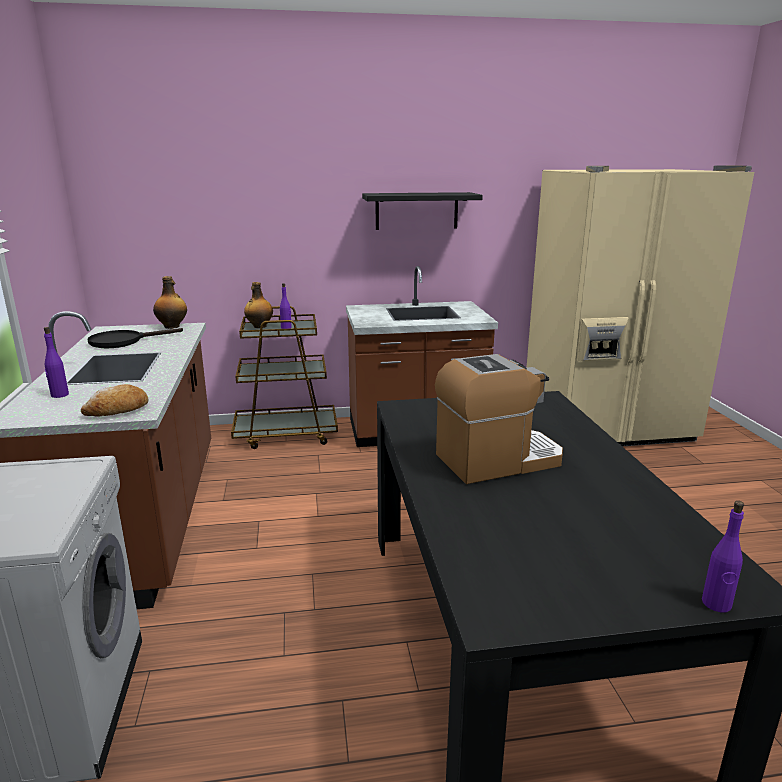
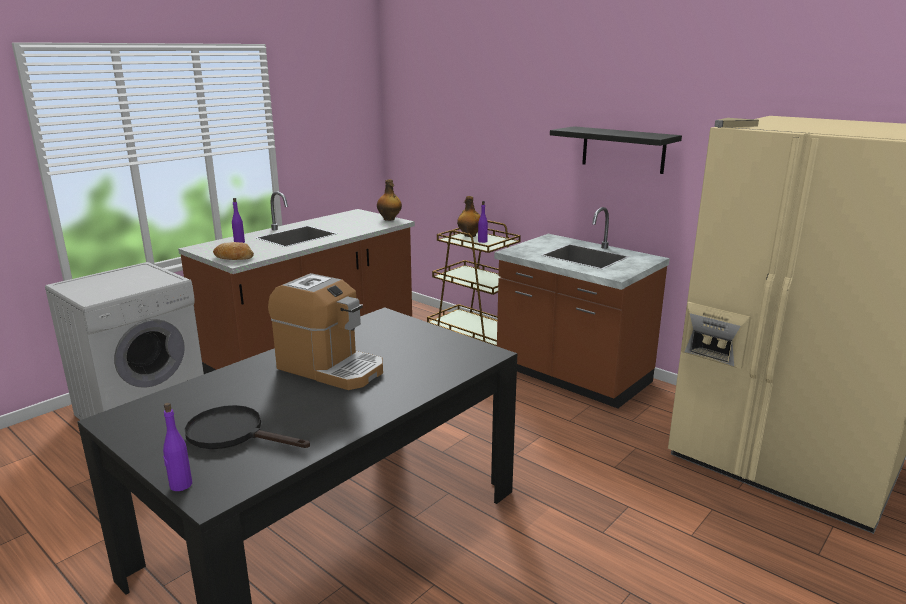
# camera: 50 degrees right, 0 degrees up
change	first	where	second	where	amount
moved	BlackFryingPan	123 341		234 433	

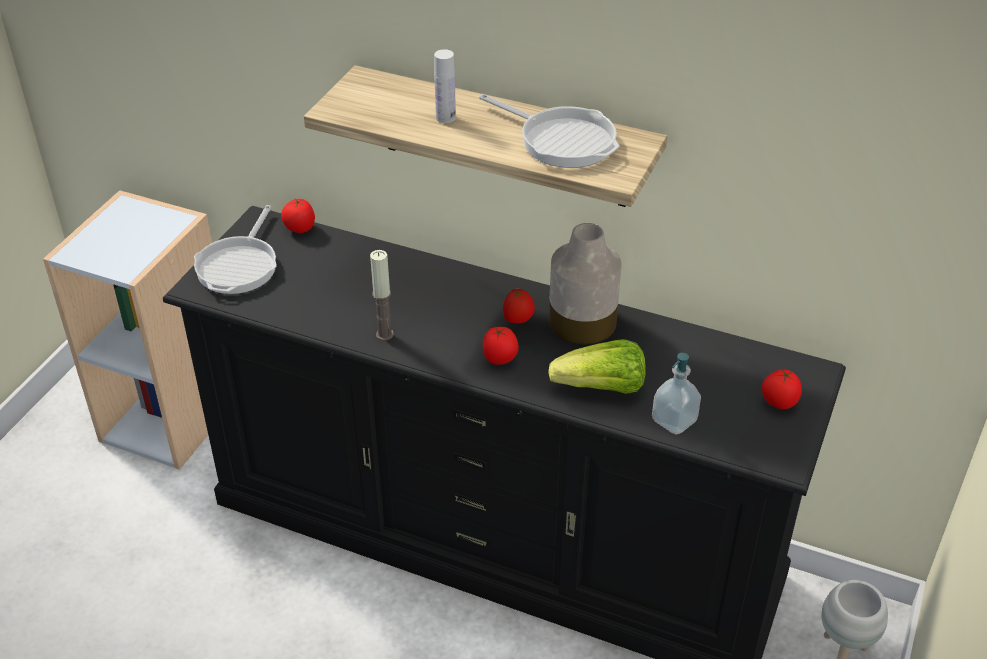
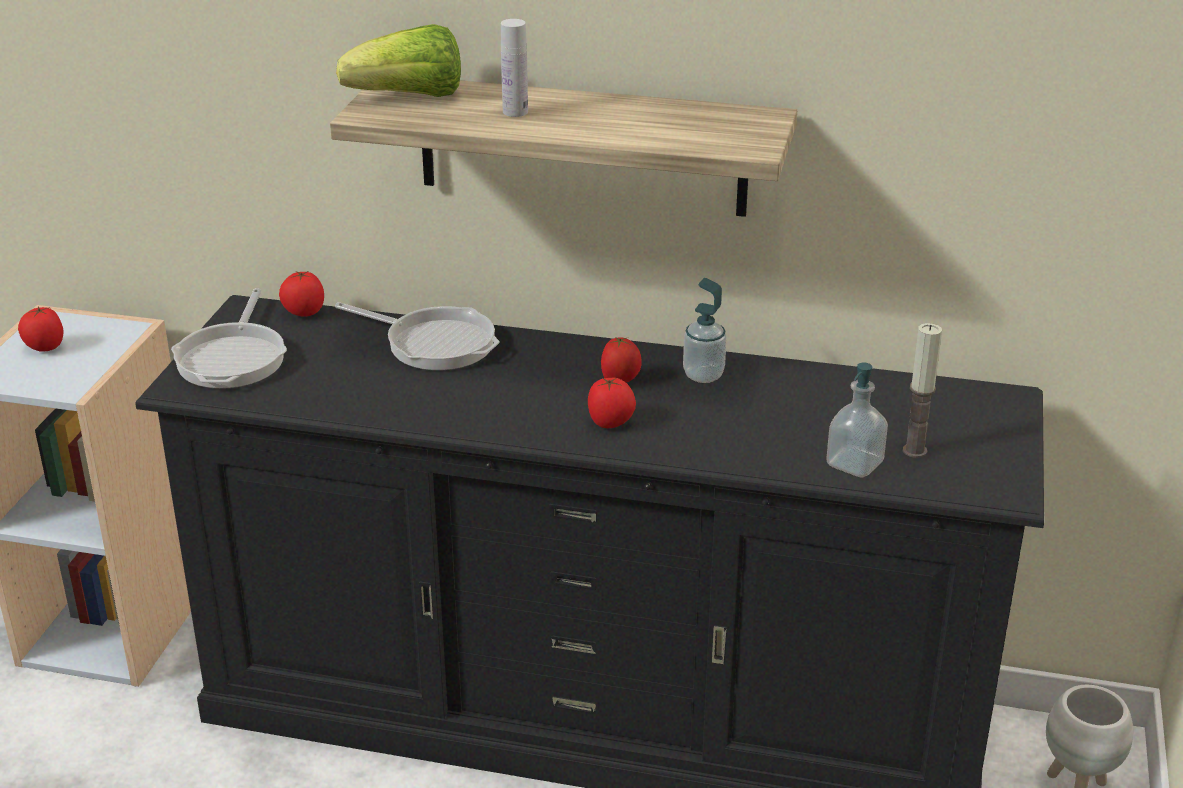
# camera: 10 degrees left, 10 degrees down
change	first	where	second	where	amount
moved	Candle	384 334		914 451	
moved	FryingPan	562 140		434 343	
moved	Lettuce	602 388		409 97	
moved	Tomato	778 403		45 348	
replaced	BeigeVase	582 322	SoapDispenser	703 375	

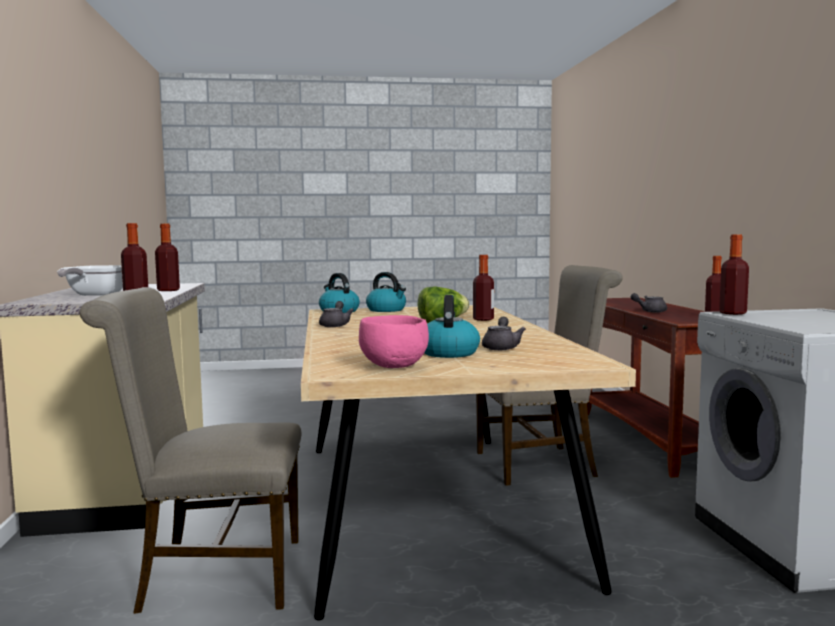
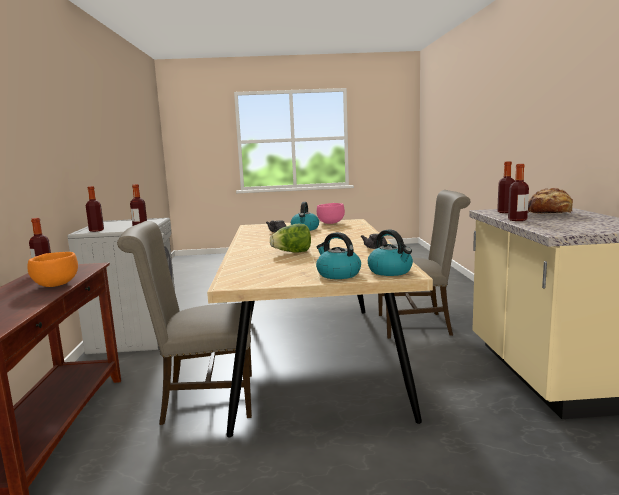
# camera: 175 degrees left, 5 degrees up
change	first	where	second	where	amount
moved	Bottle	483 319		96 230	
replaced	FryingPan	94 295	Bread	549 213	
replaced	GreyTeapot	650 311	OrangeBowl	56 285	

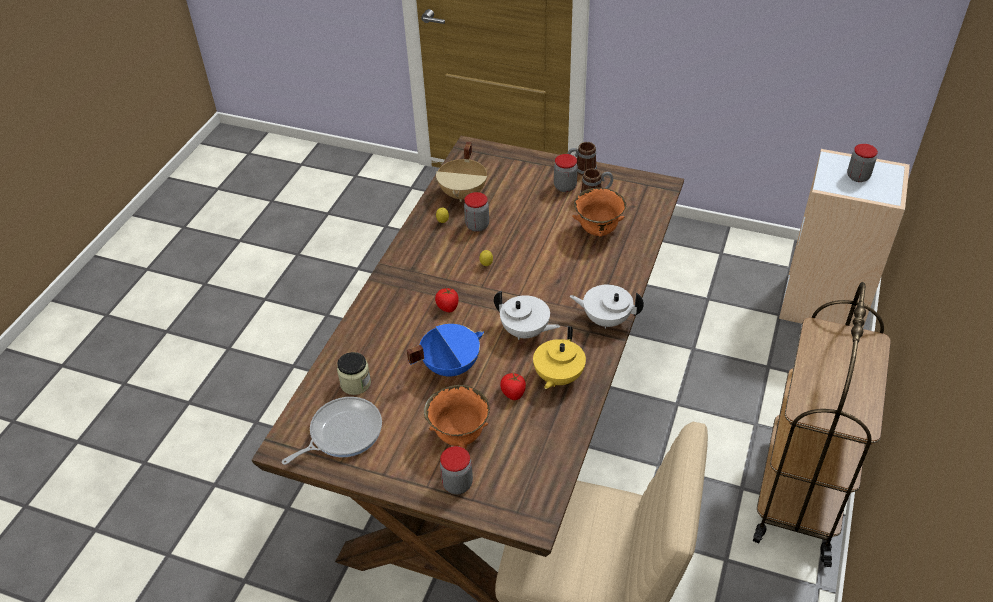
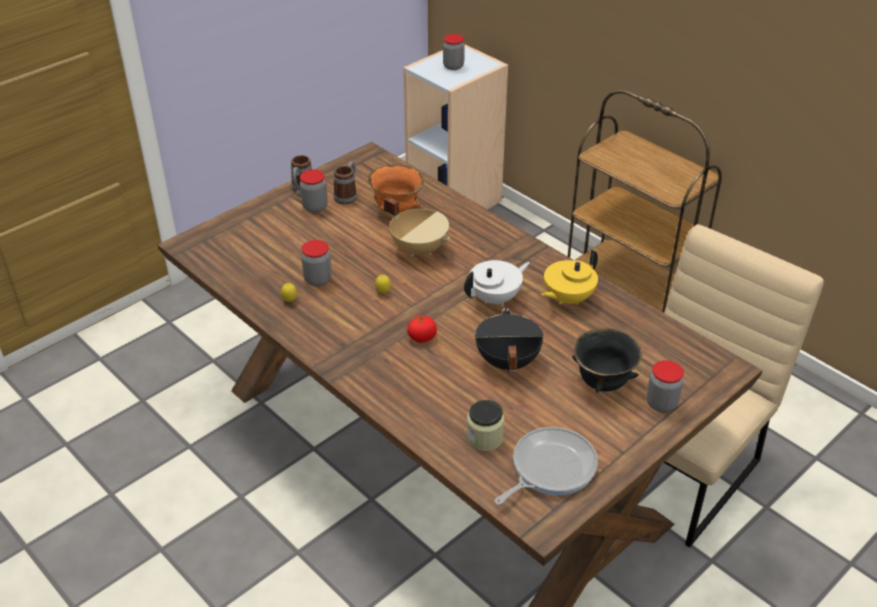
# camera: 65 degrees left, 5 degrees down
change	first	where	second	where	amount
removed	Tomato	513 393			
removed	WhiteTeapot	606 319			
moved	BeigeCookingPot	464 194		419 248	
recoloured	BlueCookingPot	450 365	BlackCookingPot	506 361	
recoloured	OrangeBowl	459 435	BlackBowl	602 383	
turned	FryingPan	342 433		549 468	60 degrees clockwise
turned	YellowTeapot	558 377		567 298	90 degrees clockwise

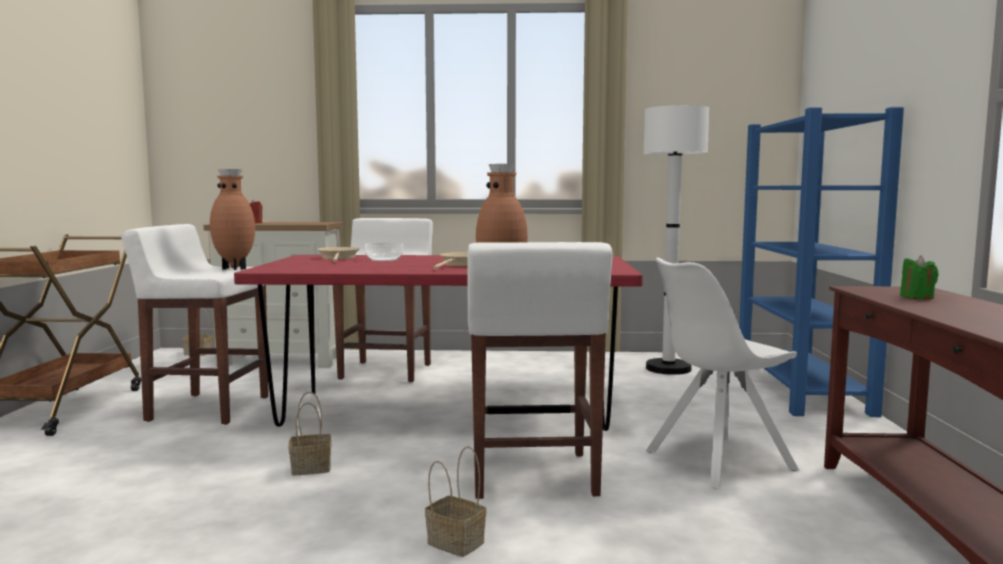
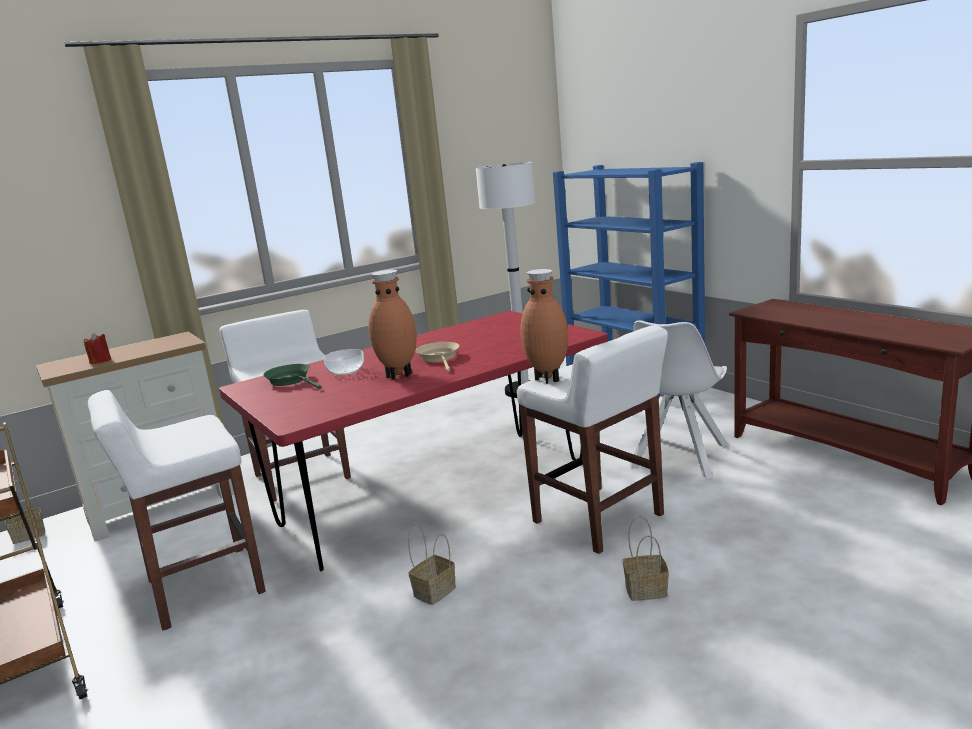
# camera: 35 degrees left, 10 degrees up
change	first	where	second	where	amount
removed	GreenCandle	917 297			
moved	BrownVase	235 268		398 375	
recoloured	BeigeFryingPan	339 258	GreenFryingPan	291 381	

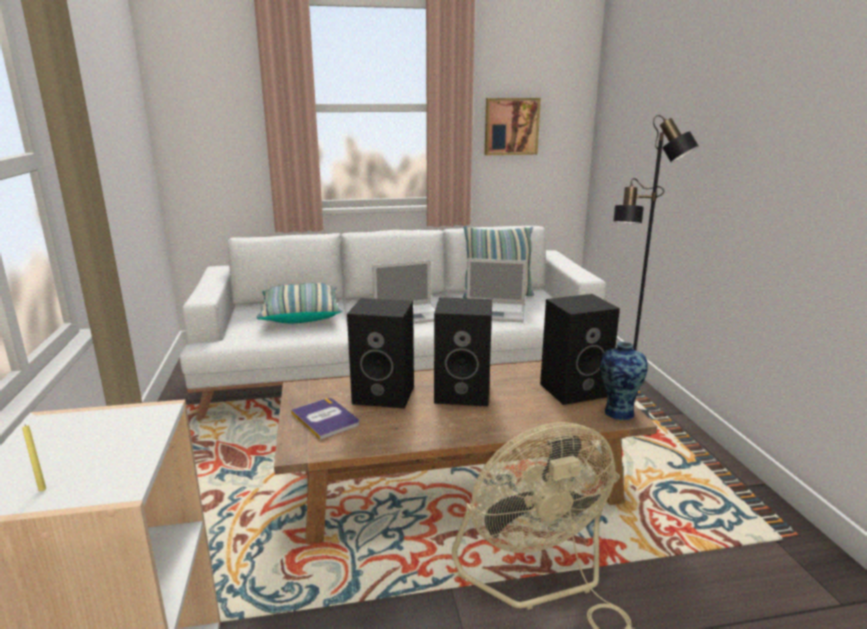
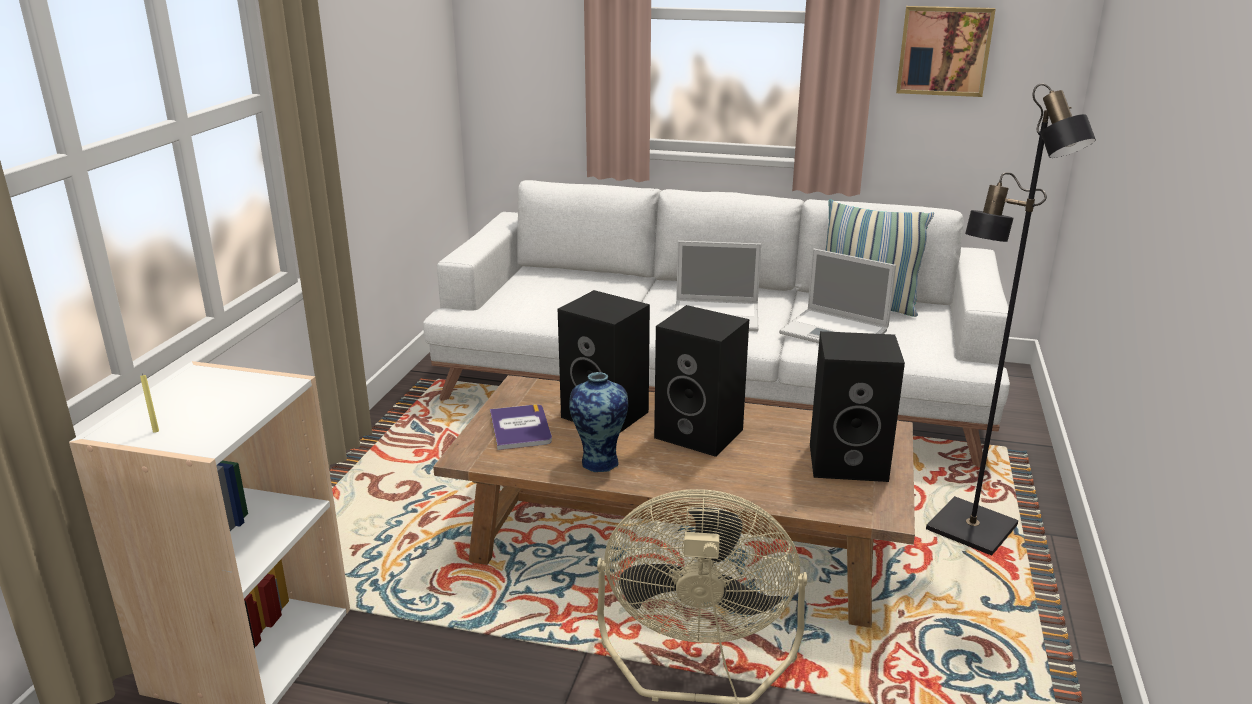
# camera: 25 degrees right, 5 degrees up
change	first	where	second	where	amount
removed	Pillow	300 316			
moved	Vase	617 412		599 461	

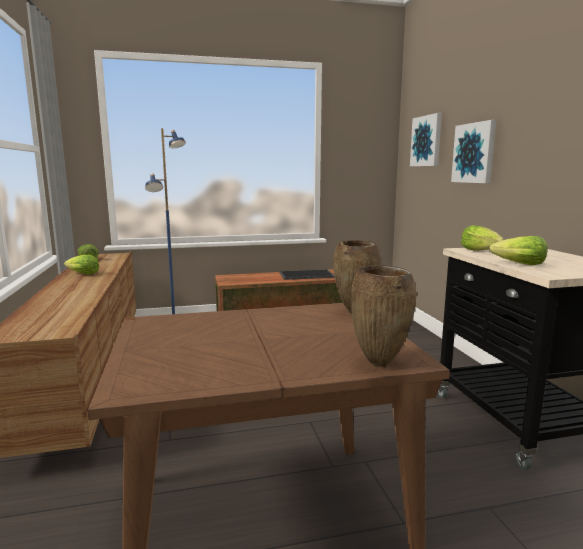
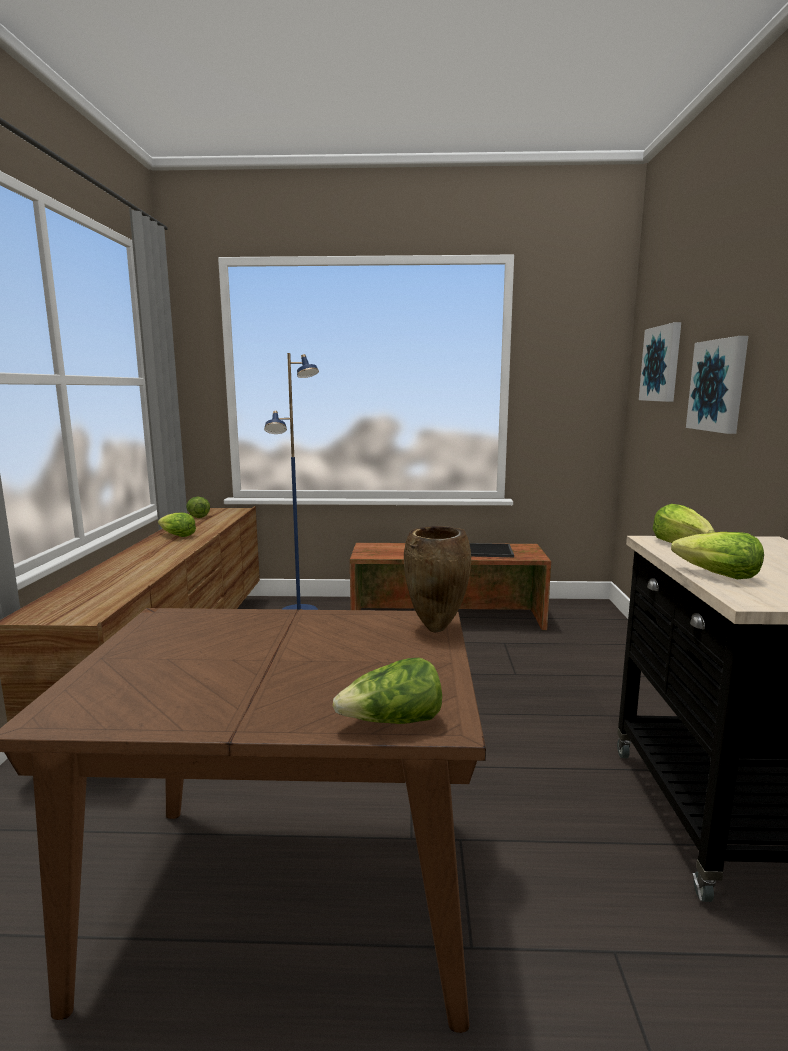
# camera: 15 degrees right, 0 degrees up
change	first	where	second	where	amount
replaced	BrownVase	380 364	Lettuce	393 722	

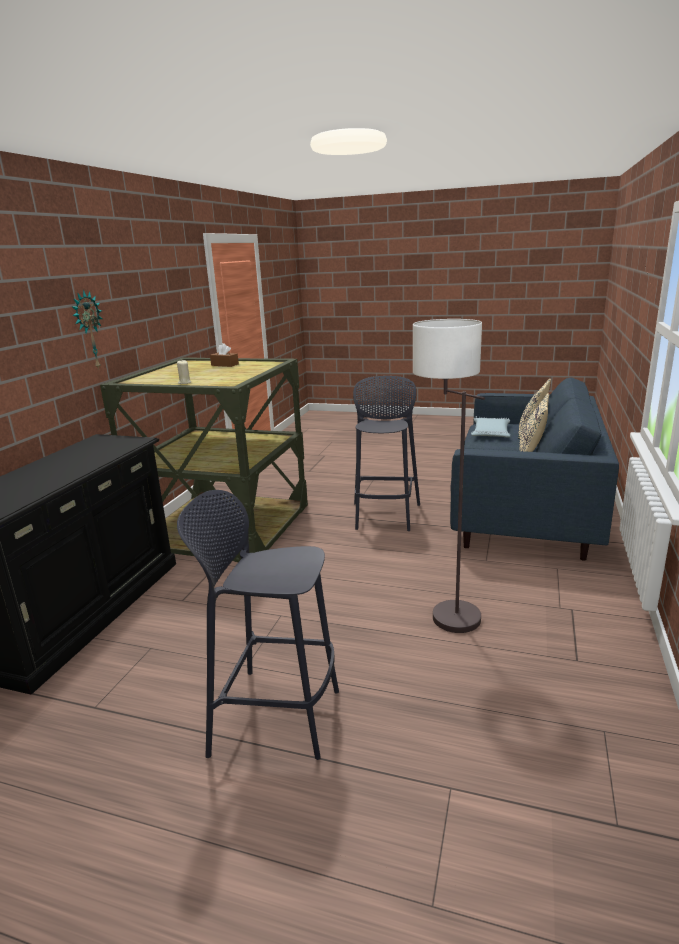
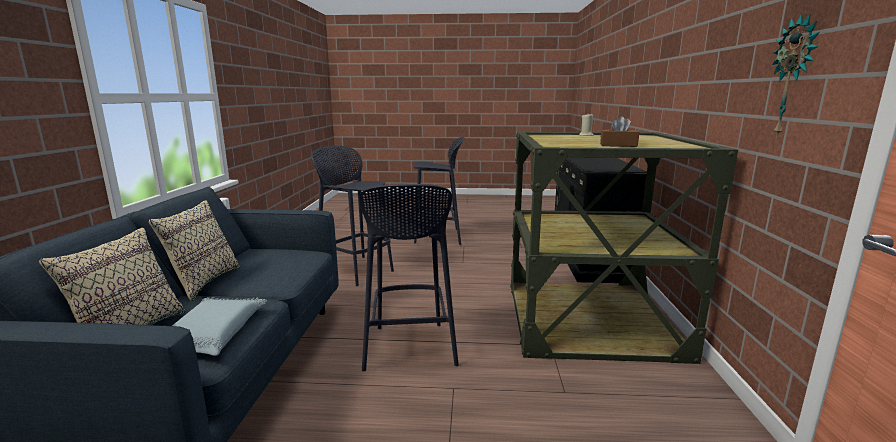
# camera: 165 degrees right, 5 degrees down
change	first	where	second	where	amount
moved	WallClock	88 331		793 77	
replaced	WhiteFloorLamp	445 612	GreyStool	356 271	

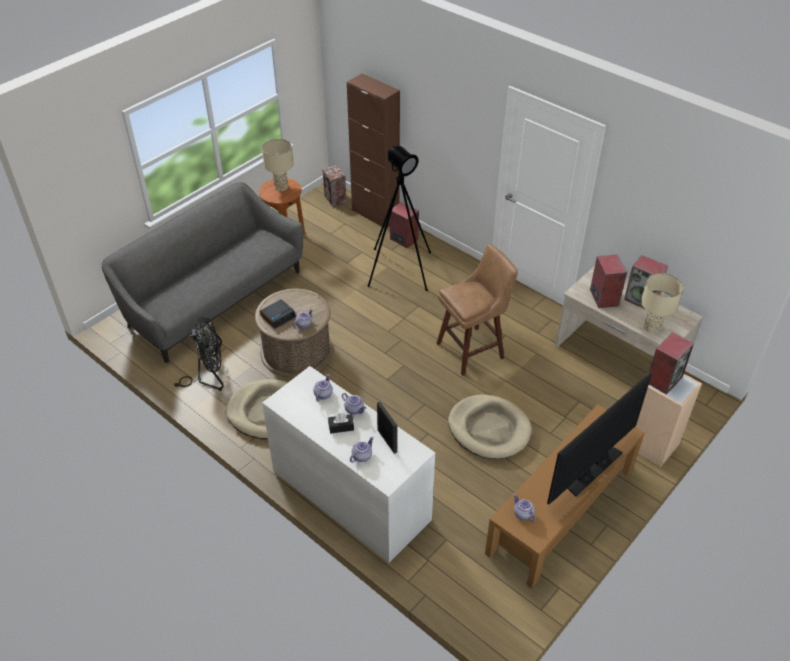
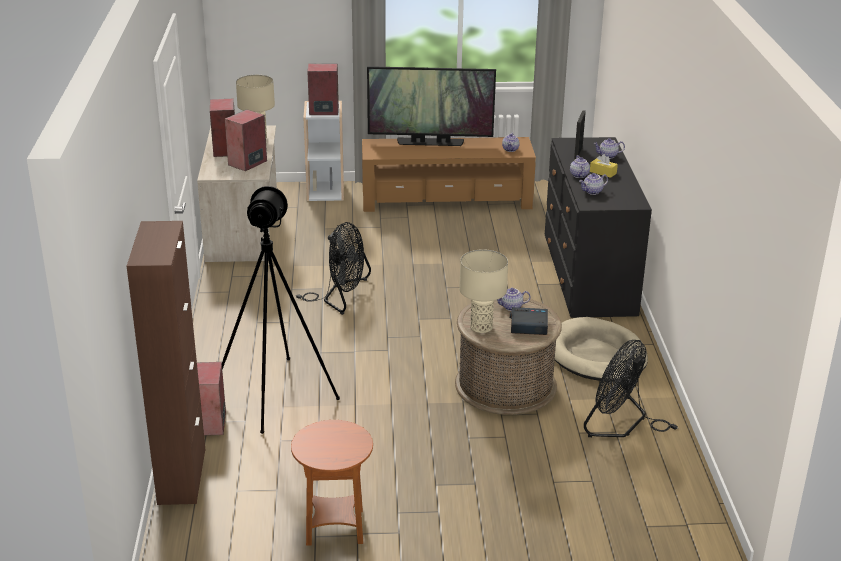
# camera: 135 degrees left, 15 degrees down
change	first	where	second	where	amount
removed	GreySofa	213 298			
removed	Speaker	335 199			
removed	BeigeDogBed	489 429			
moved	BeigeTableLamp	281 187		480 327	
replaced	BrownStool	472 350	BlackFan	339 295	
recoloured	WhiteDresser	350 494	BlackDresser	588 274	
recoloured	BlackTissueBox	341 427	YellowTissueBox	603 172	

